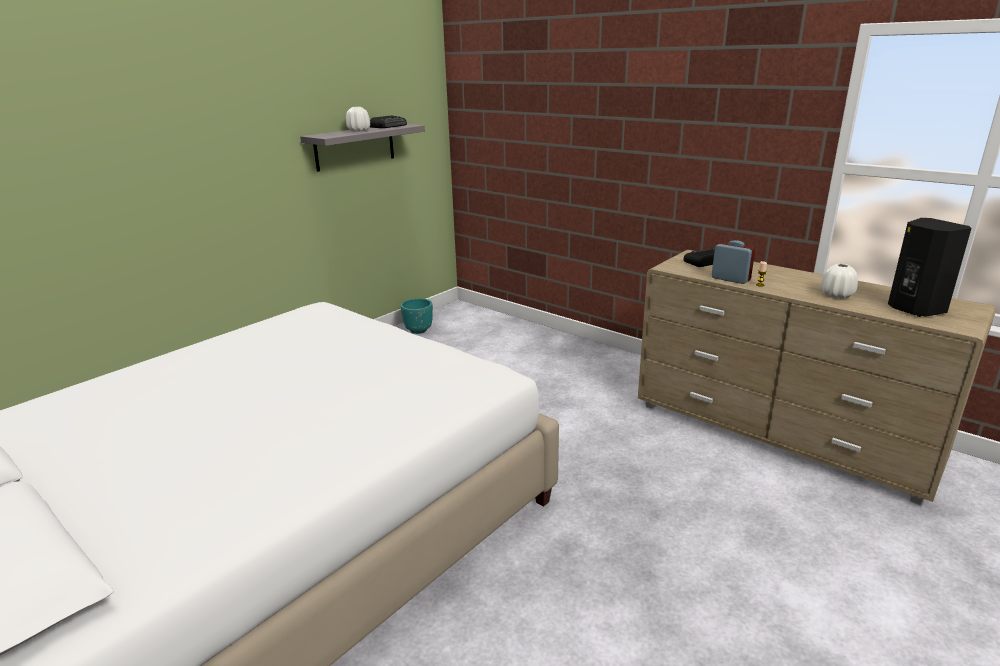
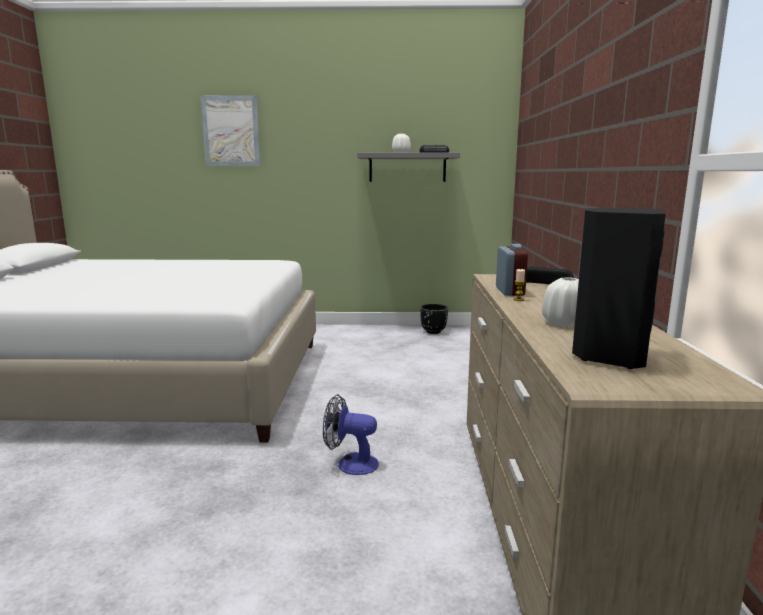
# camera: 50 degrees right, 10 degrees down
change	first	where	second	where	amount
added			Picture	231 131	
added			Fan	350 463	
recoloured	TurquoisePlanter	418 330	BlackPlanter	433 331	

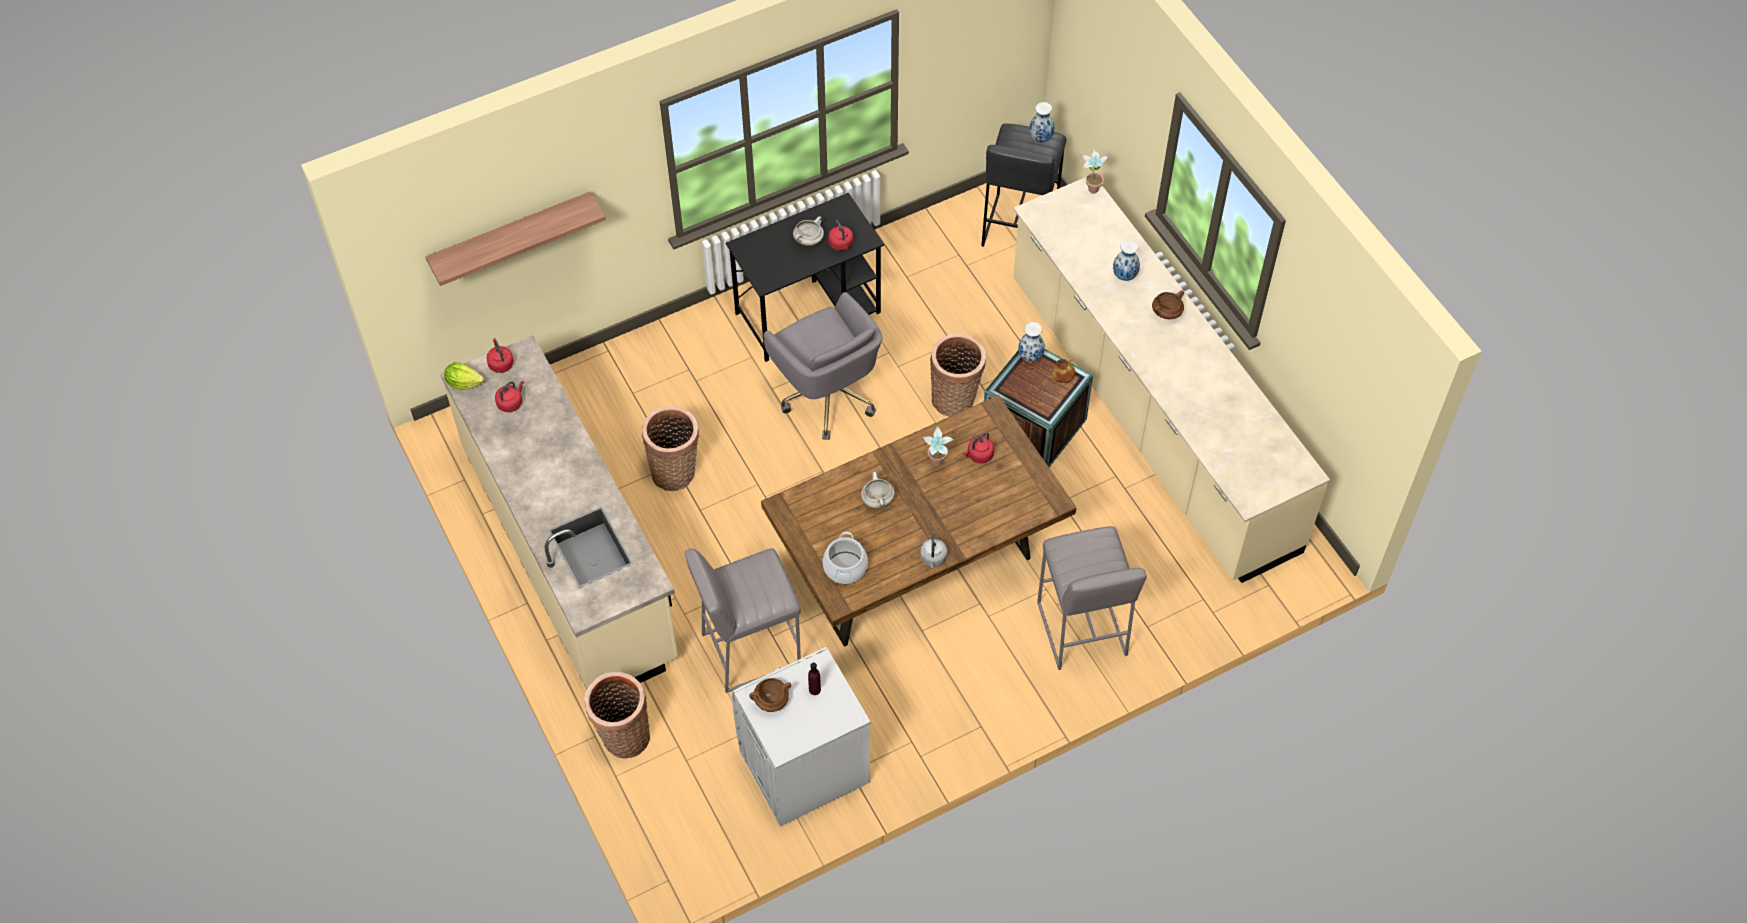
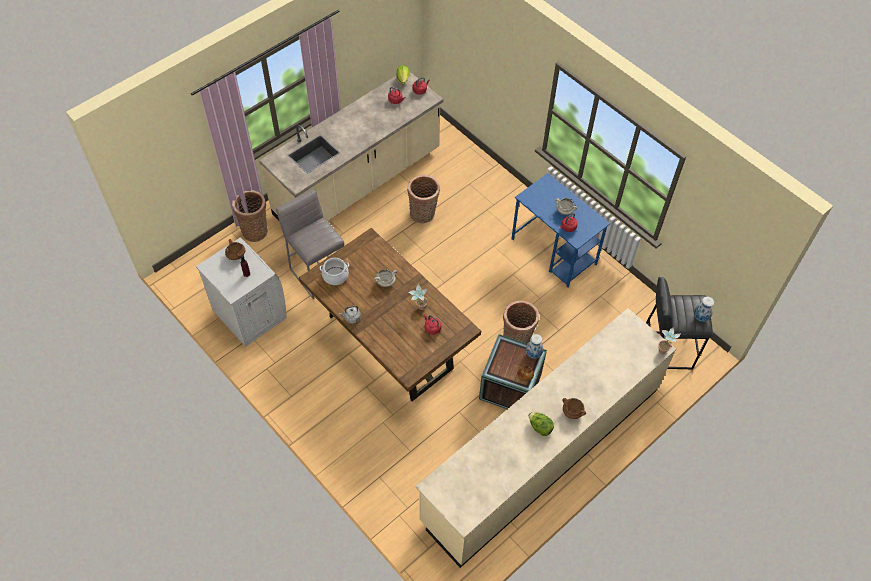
# camera: 75 degrees right, 0 degrees up
change	first	where	second	where	amount
removed	Shelf	511 235			
removed	GreyOfficeChair	826 397			
removed	GreyStool	1082 630			
removed	Vase	1124 276			
added			Lettuce	540 427	
recoloured	BlackDesk	809 312	BlueDesk	554 252	

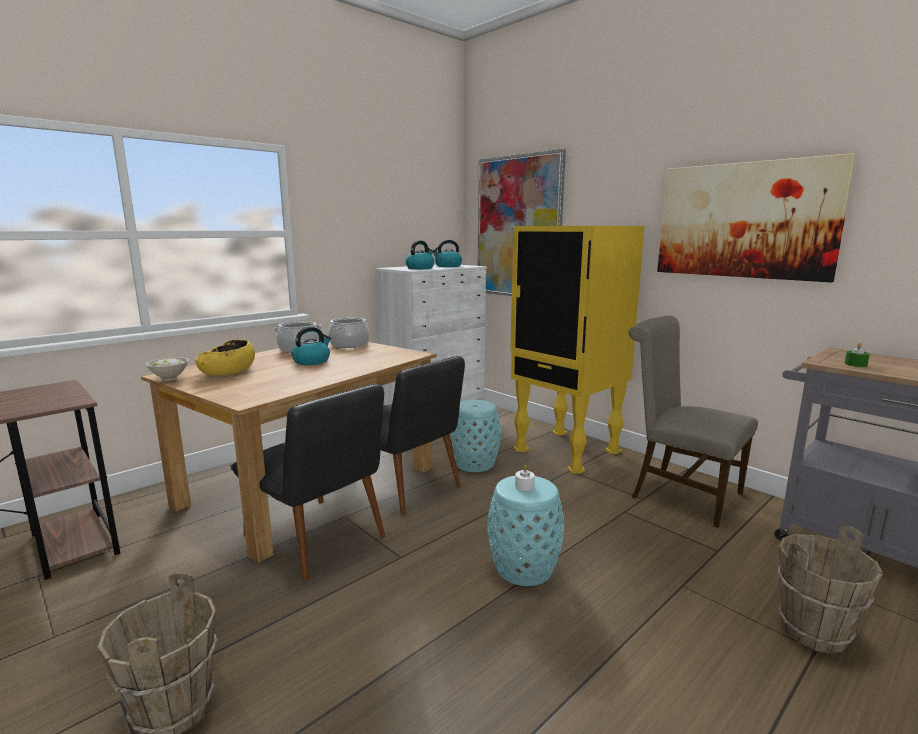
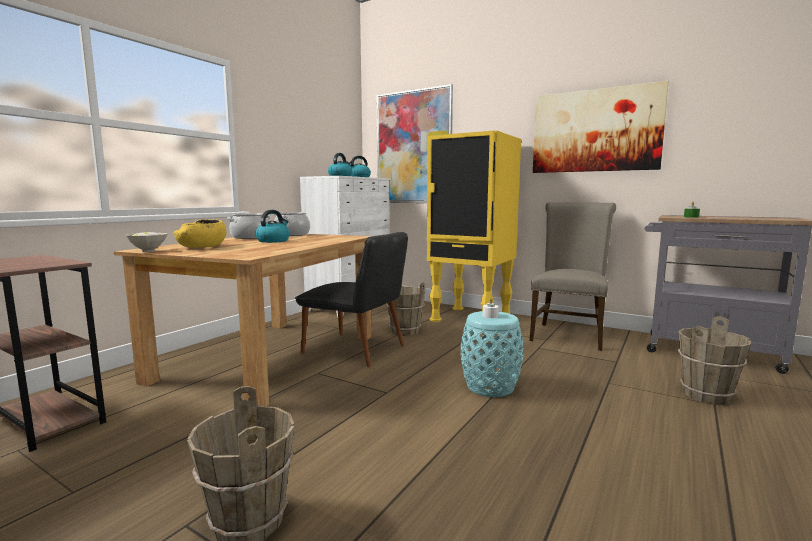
# camera: 15 degrees left, 5 degrees down
change	first	where	second	where	amount
removed	BlackChair	314 536			
replaced	TurquoiseStool	474 464	BrownBucket	405 331	
turned	BeigeChair	679 493		568 334	90 degrees clockwise

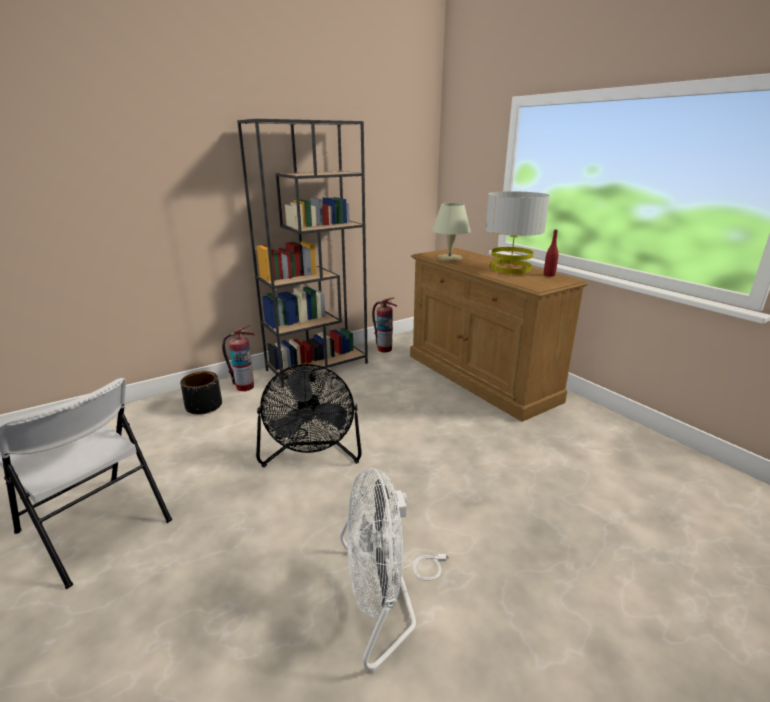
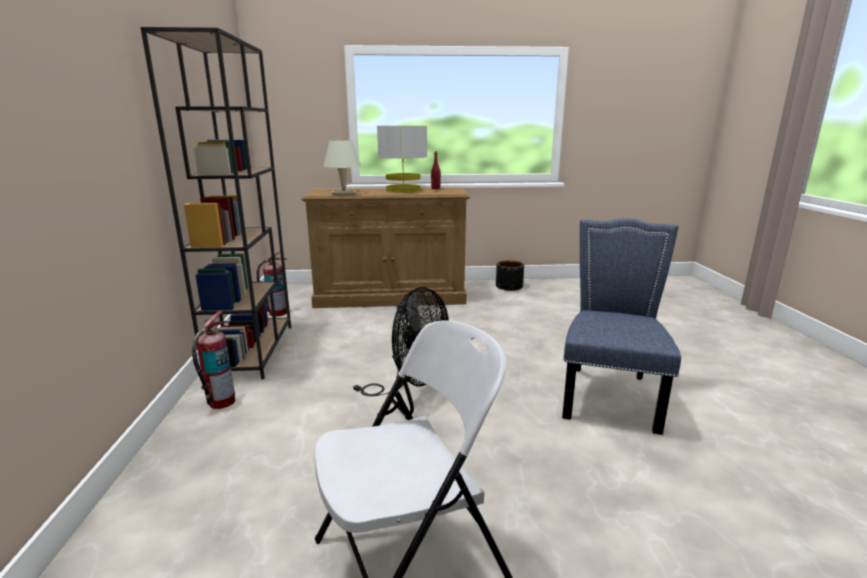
# camera: 60 degrees left, 5 degrees down
change	first	where	second	where	amount
moved	BlackPlanter	204 406		509 287	
replaced	WhiteFan	385 594	BlueChair	609 398	

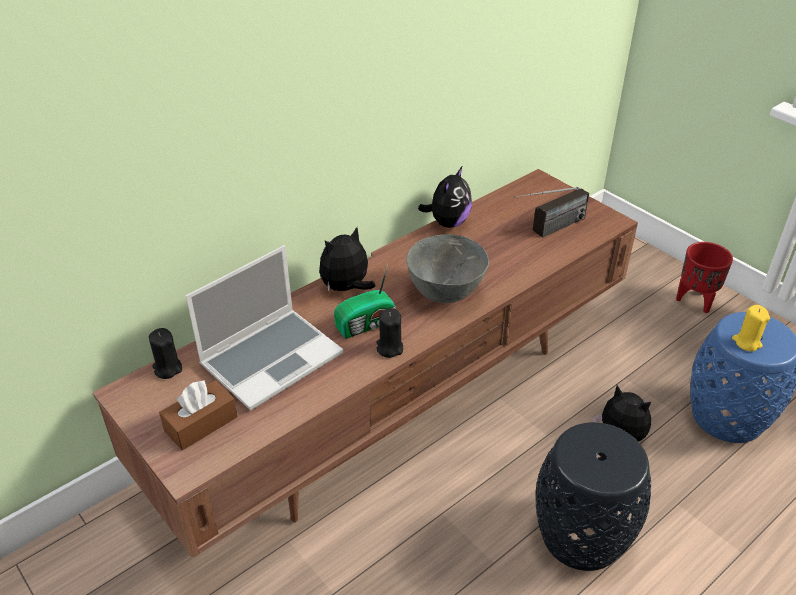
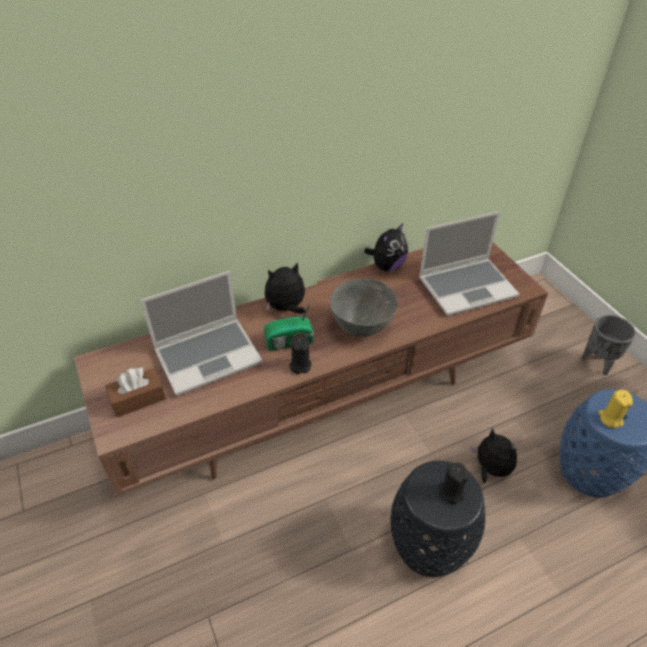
# camera: 15 degrees right, 5 degrees up
change	first	where	second	where	amount
moved	BlackCandle	167 368		451 492	
replaced	Radio	548 230	Laptop	467 287	
recoloured	RedPlanter	696 301	GreyPlanter	598 362	

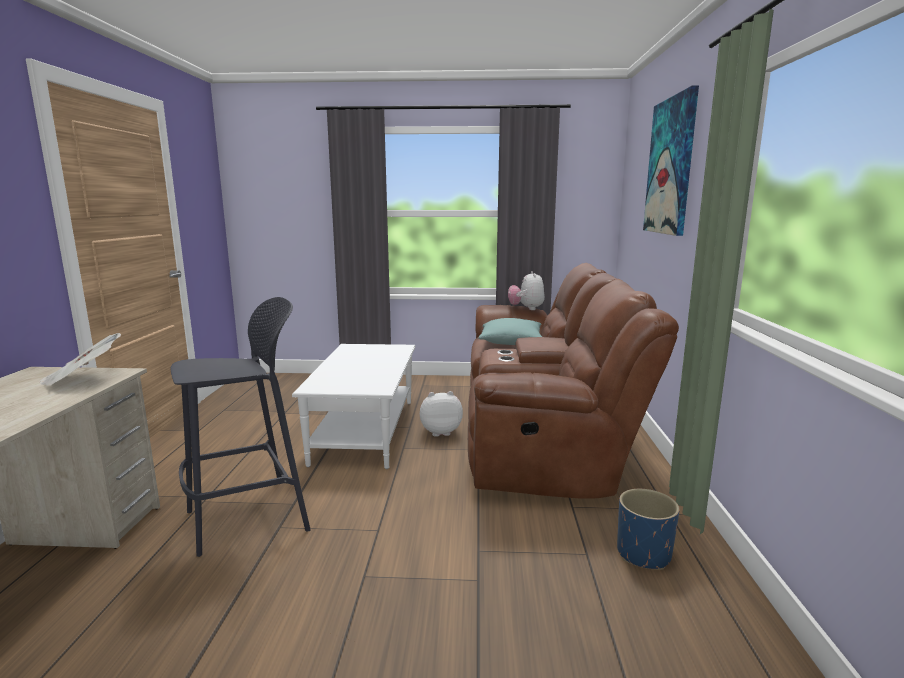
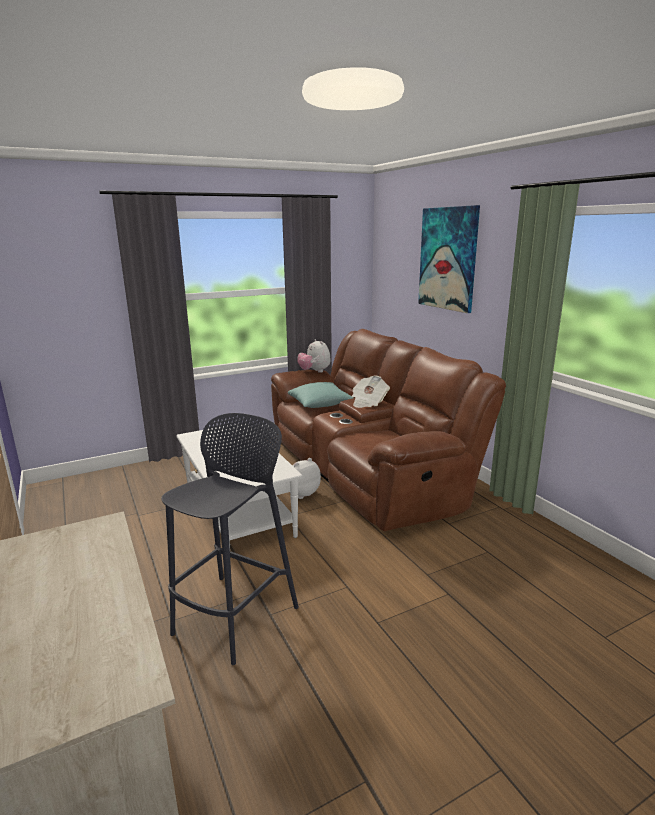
# camera: 30 degrees left, 5 degrees up
change	first	where	second	where	amount
removed	BluePlanter	643 554			
moved	Newspaper	82 379		368 402	

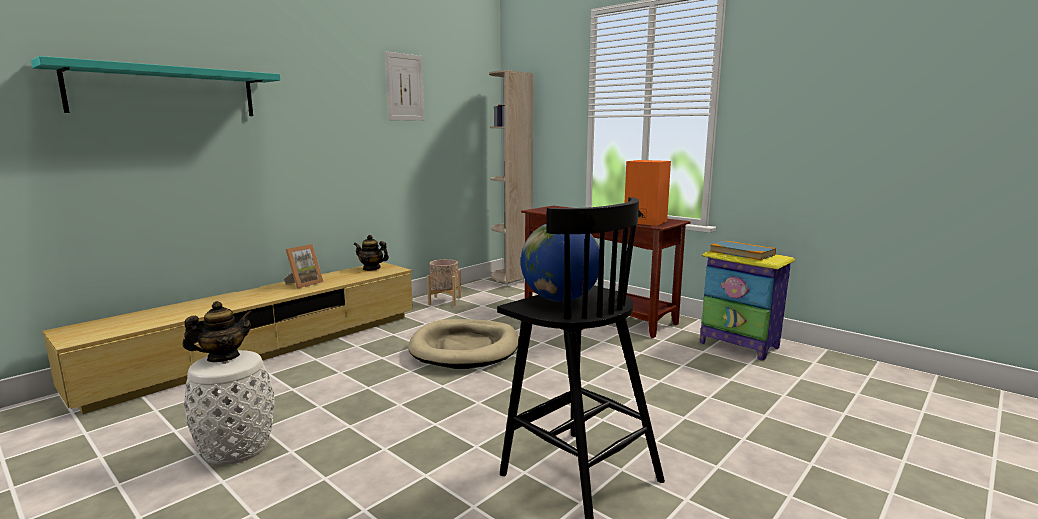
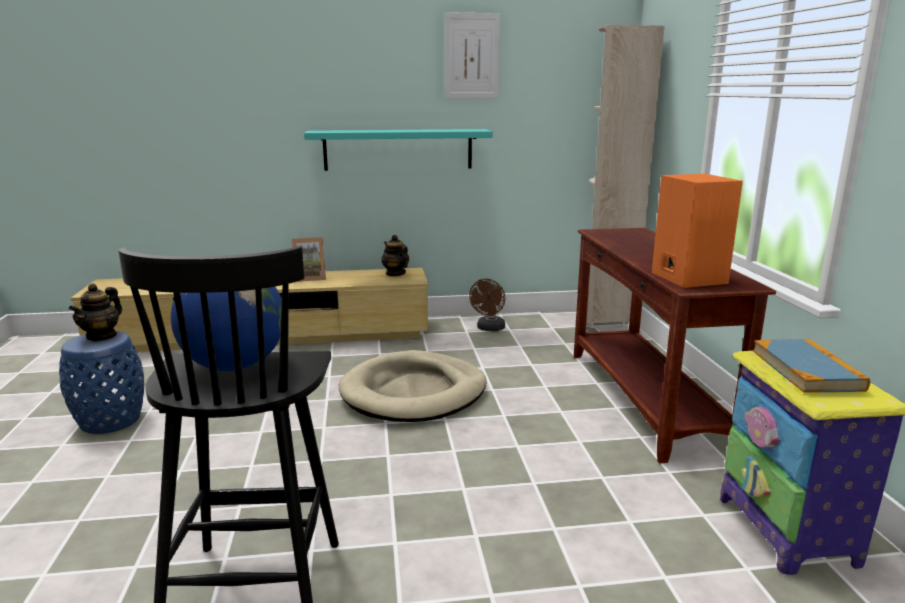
# camera: 40 degrees right, 5 degrees up
change	first	where	second	where	amount
moved	TurquoiseShelf	165 92		398 149	
replaced	BeigePlanter	444 301	BrownFan	489 329	
recoloured	WhiteStool	236 448	BlueStool	110 420	
turned	Teapot	223 357		102 336	105 degrees clockwise

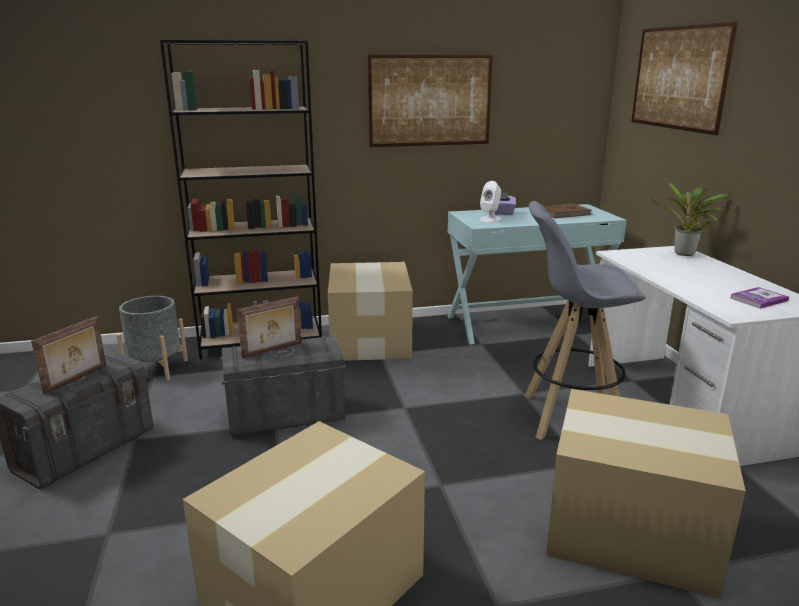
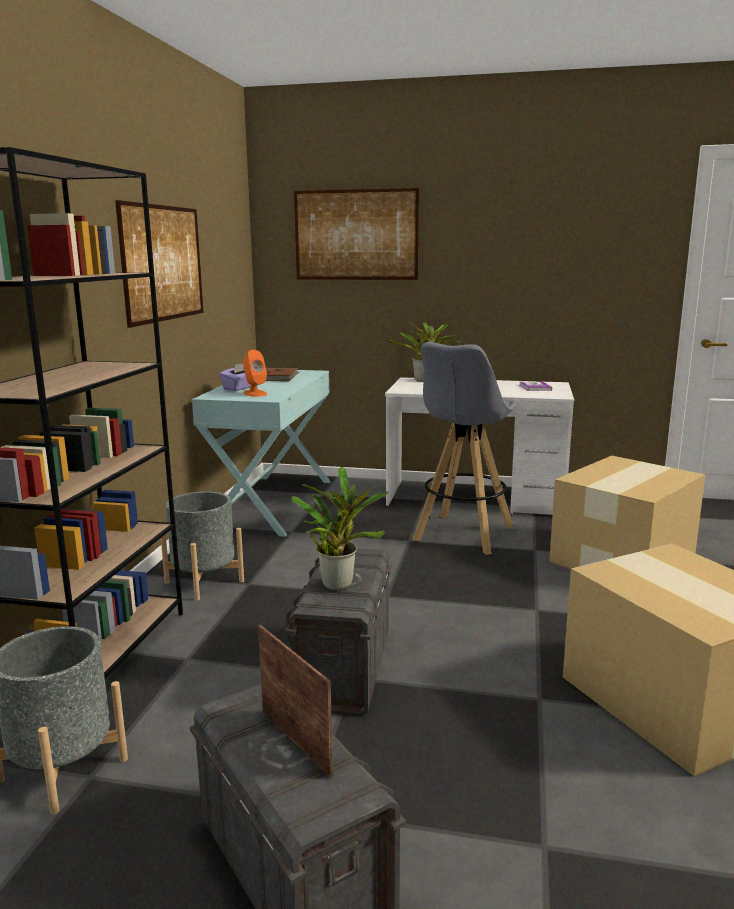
# camera: 65 degrees left, 5 degrees down
change	first	where	second	where	amount
replaced	PictureFrame	272 351	PottedPlant	339 583	
replaced	CardboardBox	369 340	GreyPlanter	204 582	
recoloured	WhiteSpeaker	490 219	OrangeSpeaker	255 393	

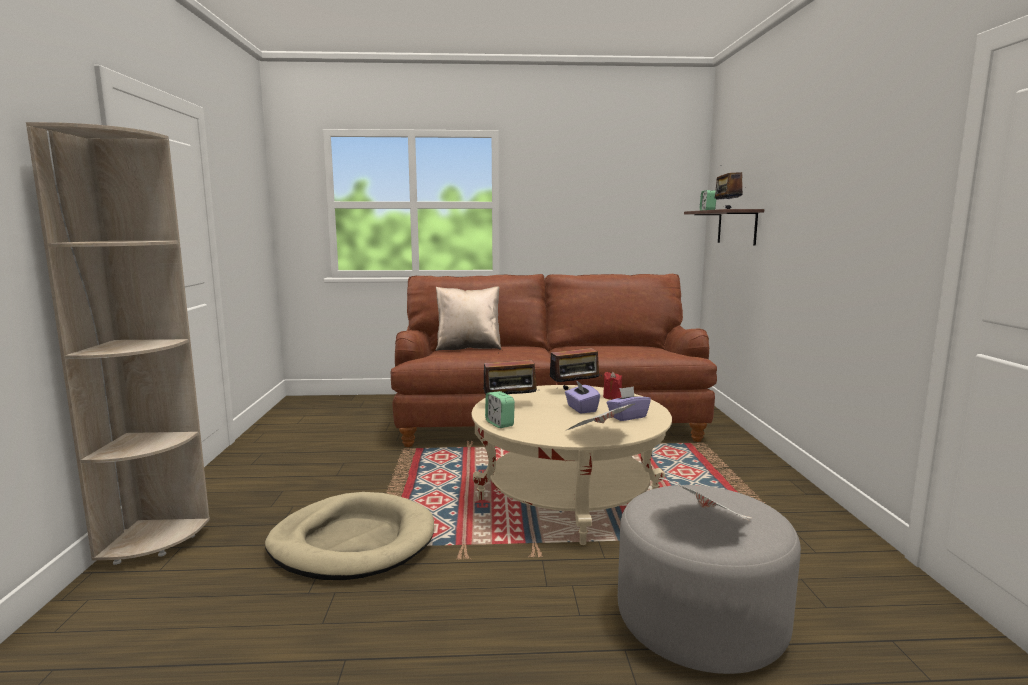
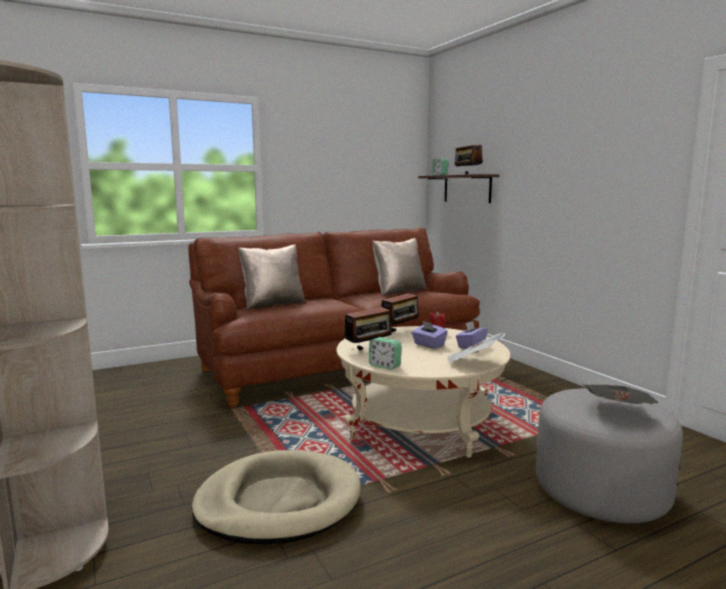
# camera: 25 degrees left, 0 degrees up
change	first	where	second	where	amount
added			BeigePillow	398 291	

